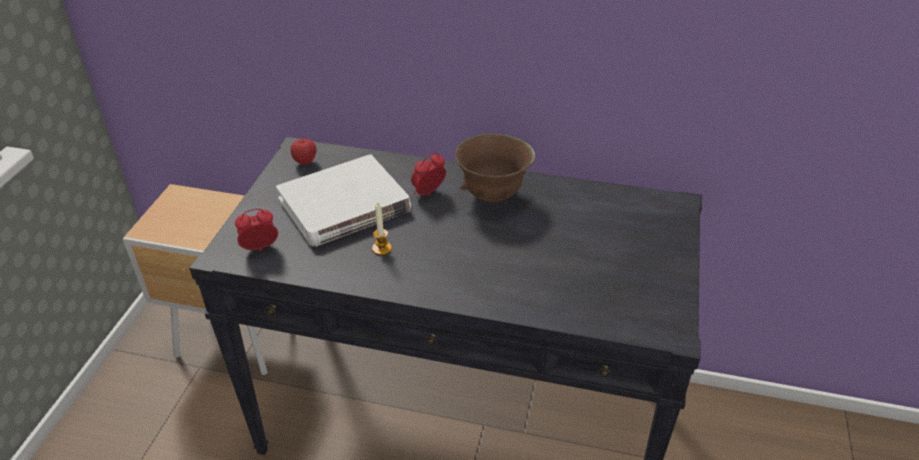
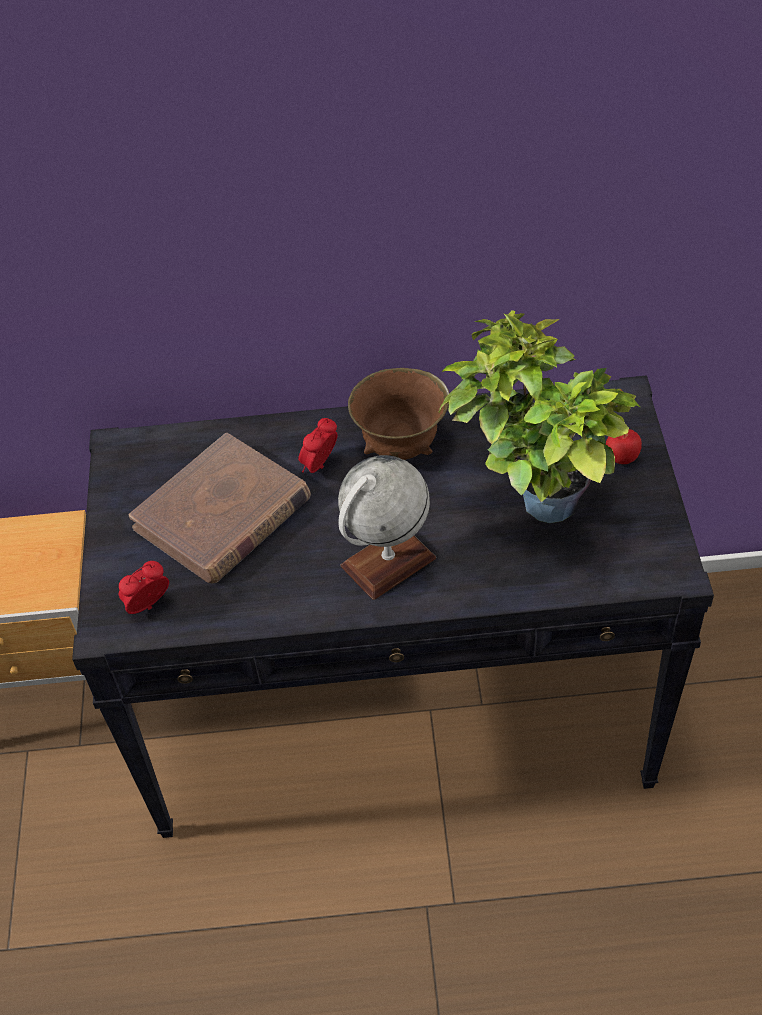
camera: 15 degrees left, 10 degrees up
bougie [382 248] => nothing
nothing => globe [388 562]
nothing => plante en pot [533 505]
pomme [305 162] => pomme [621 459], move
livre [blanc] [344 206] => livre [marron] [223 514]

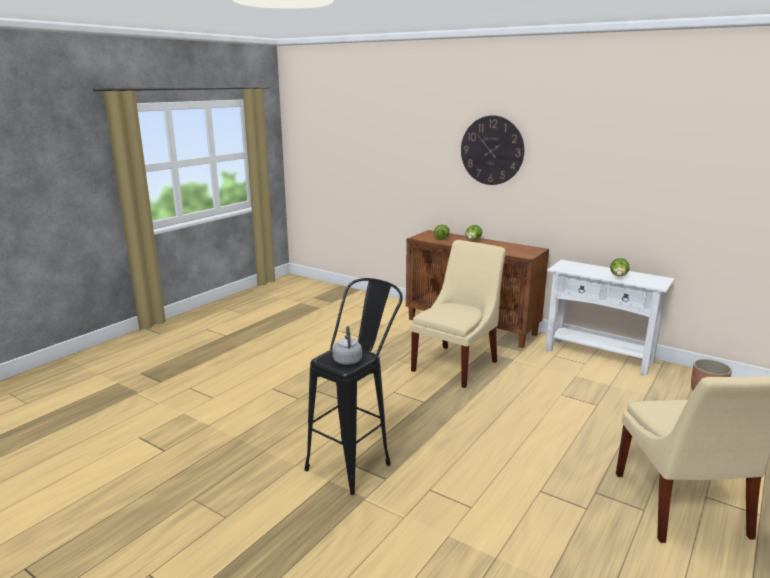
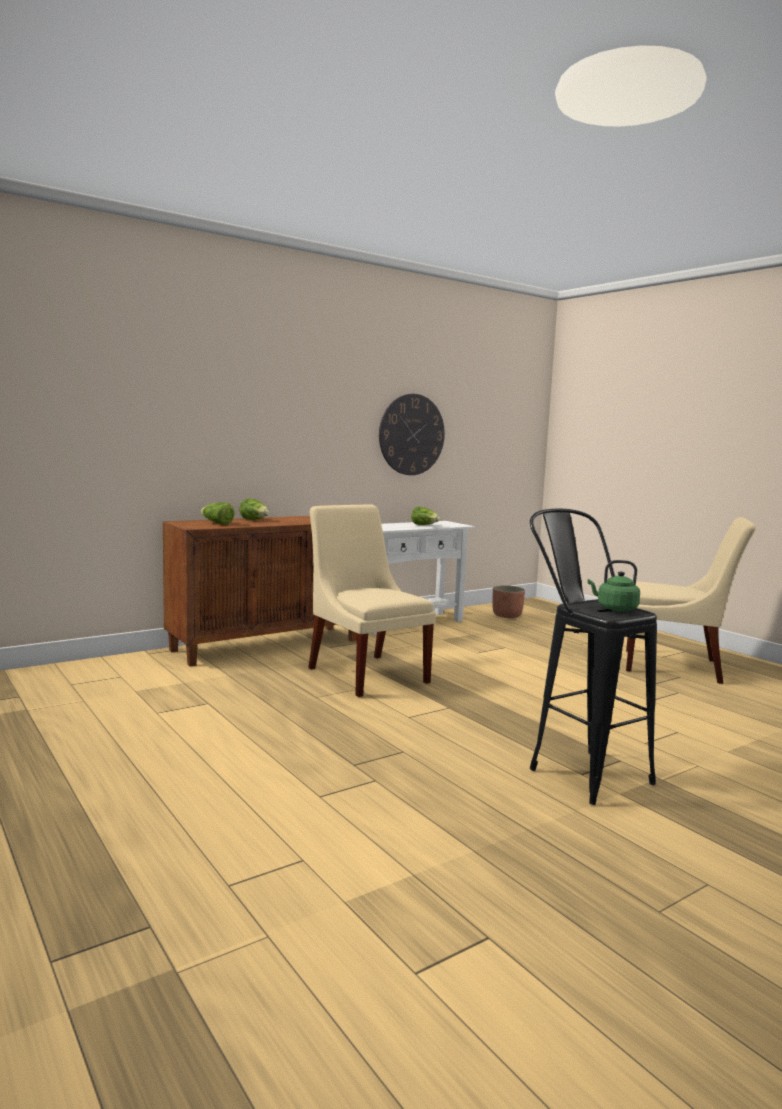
camera: 70 degrees left, 10 degrees down
horloge murale [492 150] => horloge murale [411 434], move
bouilloire [gris] [347 360] => bouilloire [vert] [614 608]

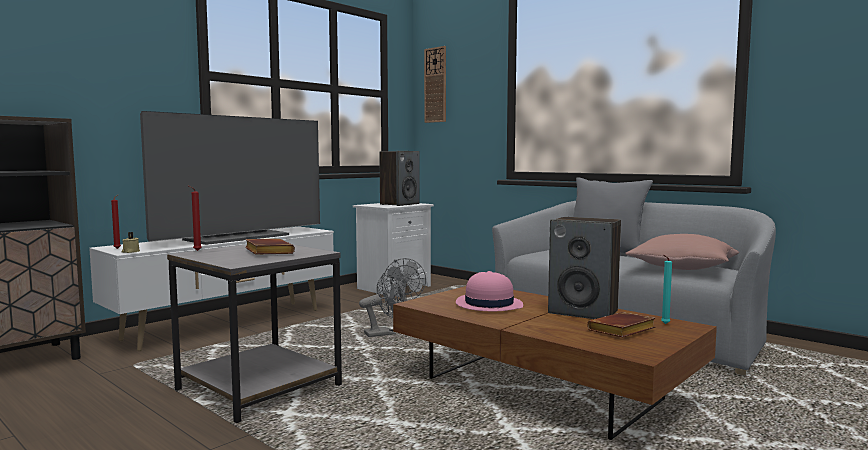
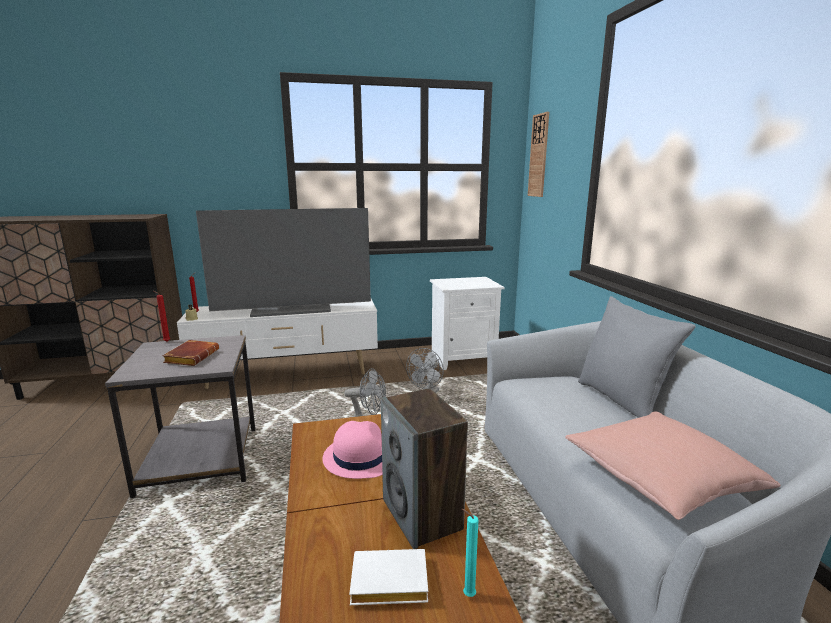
camera: 35 degrees right, 10 degrees up
enceinte [399 204] => nothing
livre [marron] [621 331] => livre [blanc] [387 584]

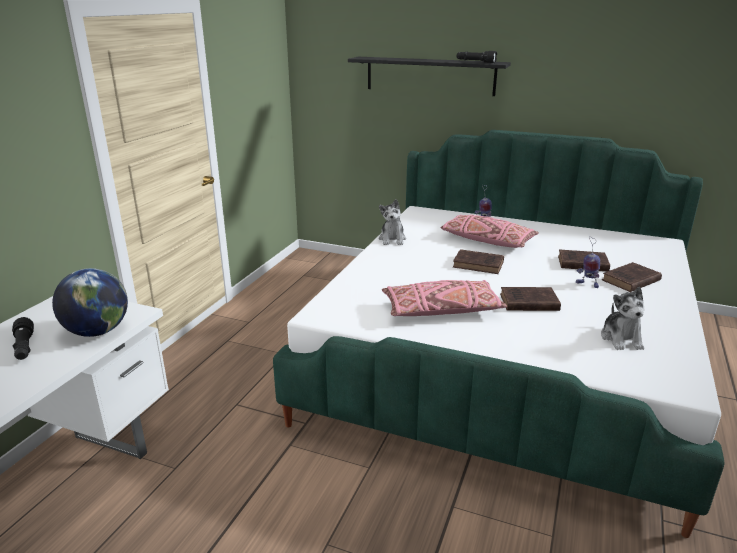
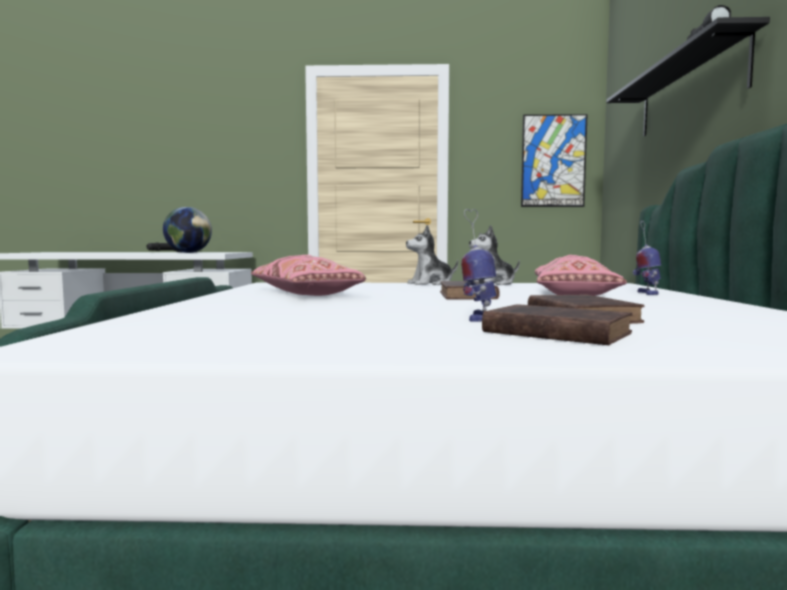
camera: 70 degrees right, 20 degrees down
livre [marron] [527 302] => nothing
nothing => tableau [553 161]
peluche [621 338] => peluche [431 284], move

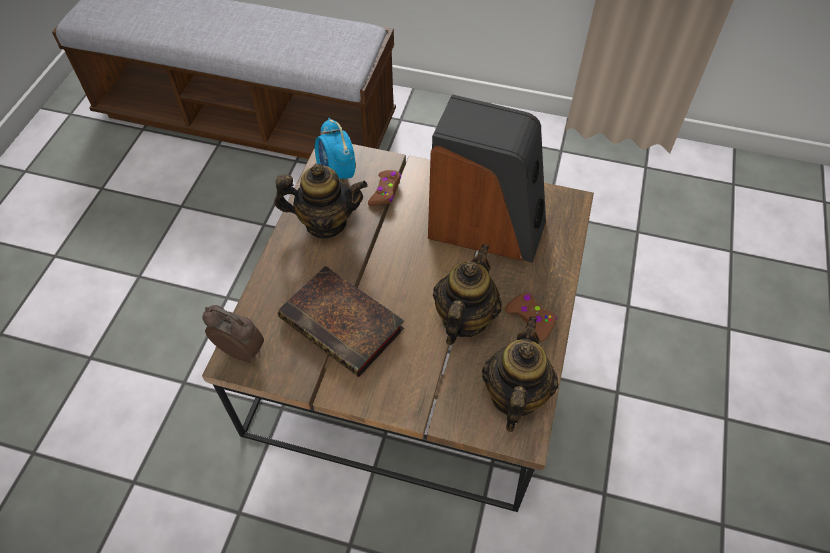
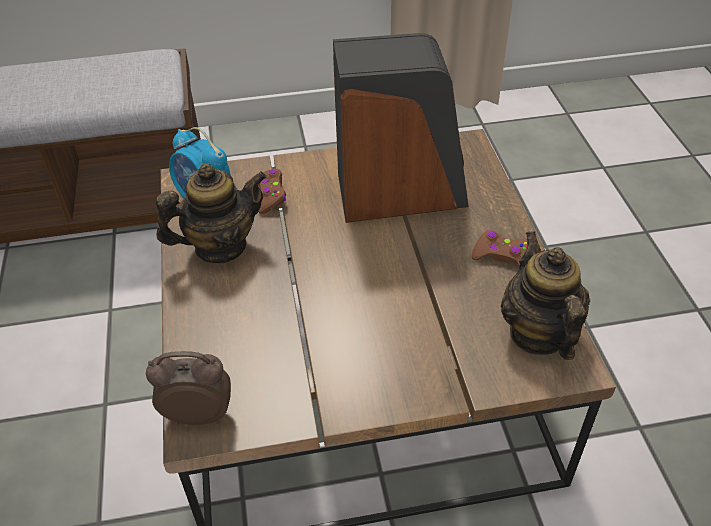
camera: 25 degrees left, 10 degrees down
livre [345 325] => nothing
théière [464 318] => nothing

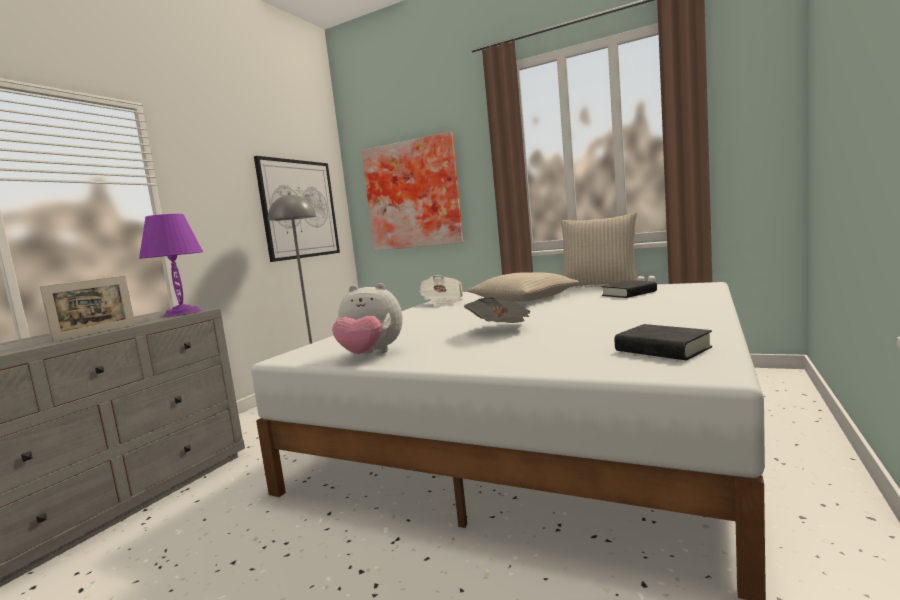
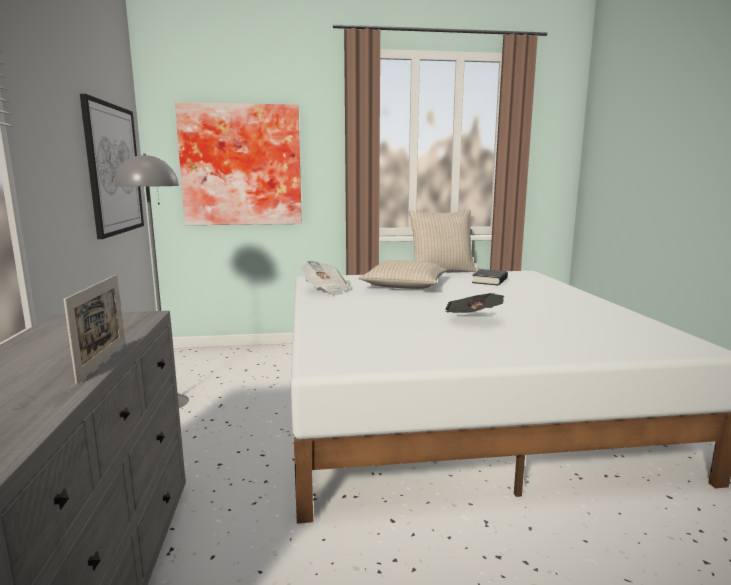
camera: 35 degrees left, 5 degrees up
lampe de table [violet] [182 313] => nothing
peluche [371 355] => nothing
livre [noir] [662 349] => nothing

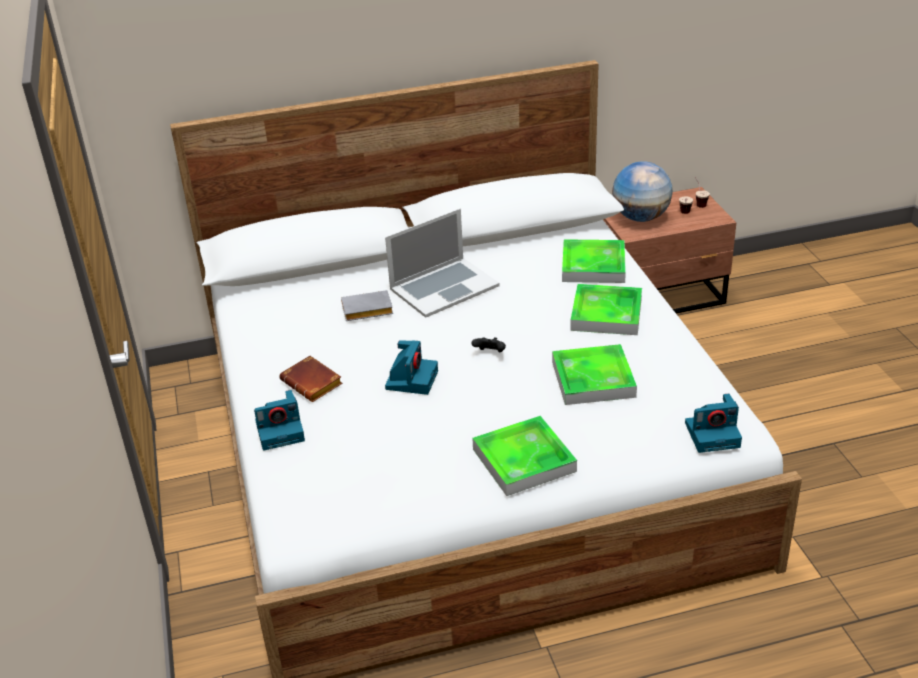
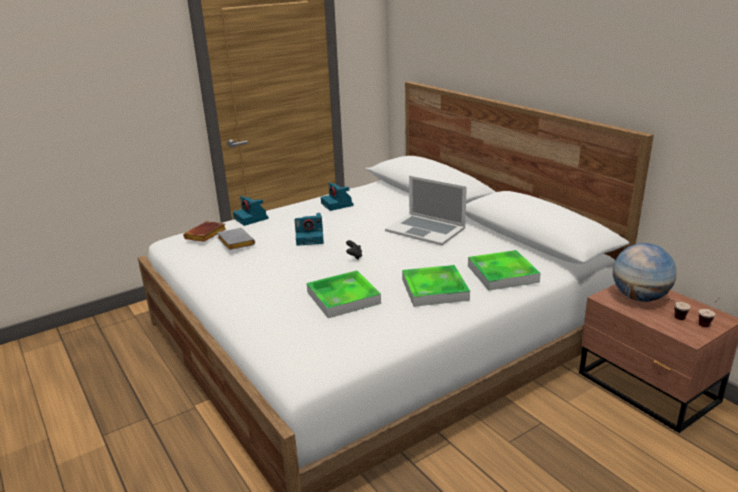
camera: 70 degrees right, 10 degrees down
plateau [524 460] => nothing
livre [marron] [314 383] => livre [marron] [205 235], move
livre [gris] [366 311] => livre [gris] [234 242], move
appareil photo [713 434] => appareil photo [337 205], move

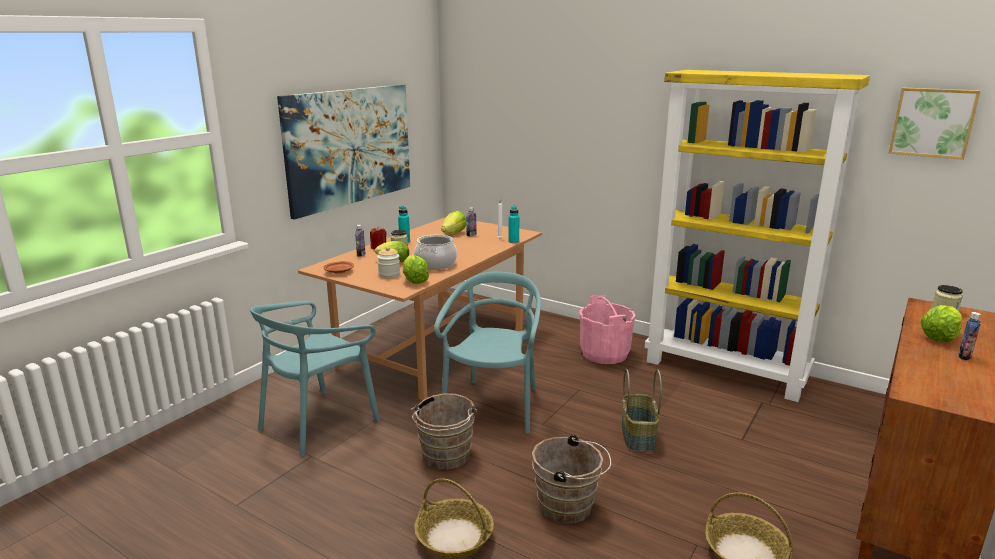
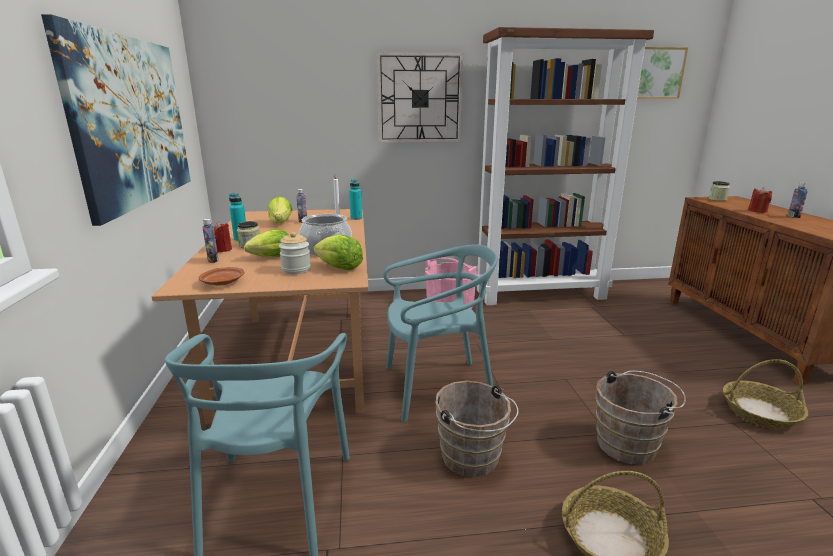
camera: 40 degrees left, 0 degrees up
panier [639 436] => nothing
nothing => horloge murale [419 98]
laitue [940 337] => bougie [rouge] [757 211]
bibliothèque [jaune] [726 370] => bibliothèque [marron] [540 294]
chaise [turquoise] [493 406] => chaise [turquoise] [436 387], 105 degrees clockwise

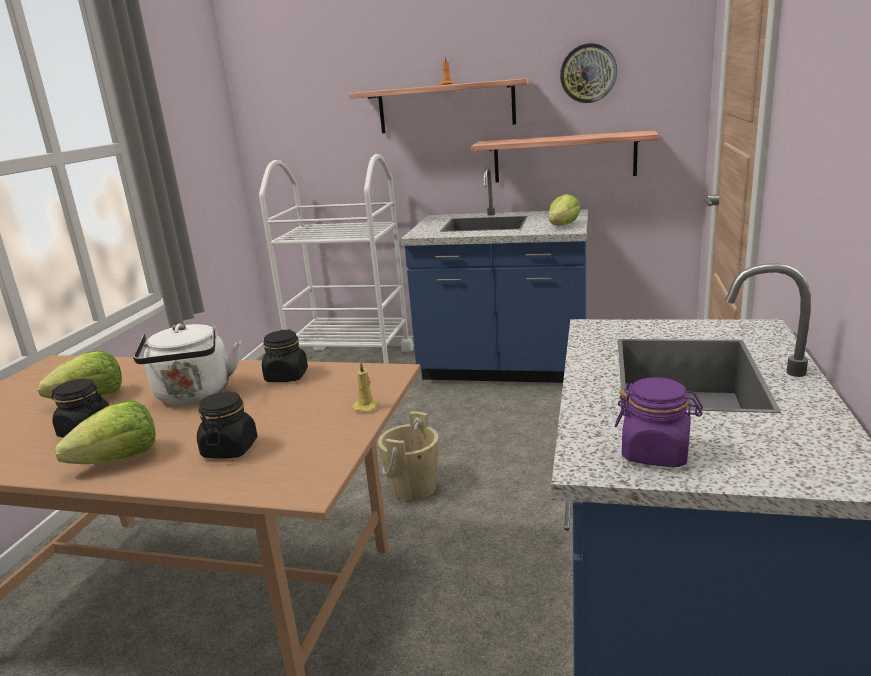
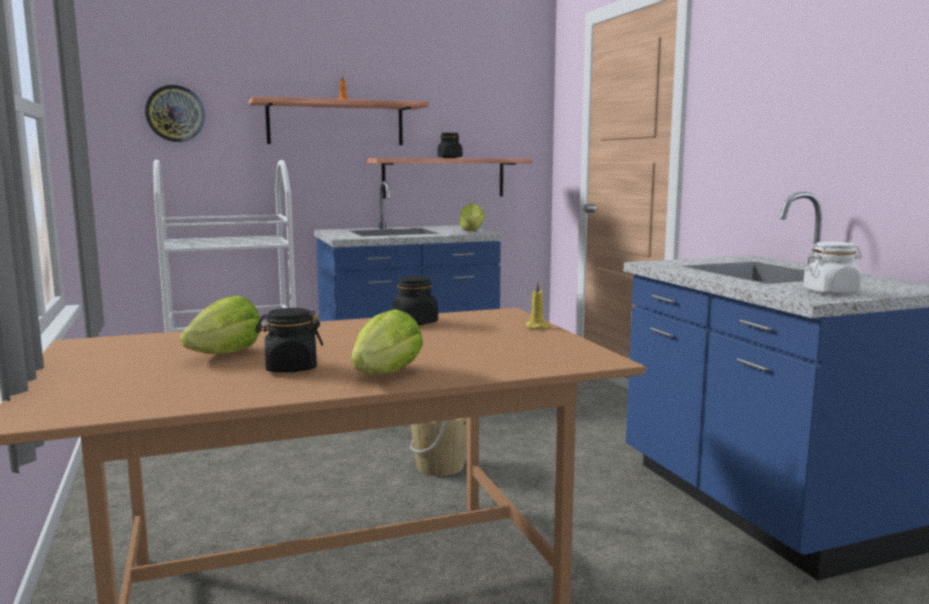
camera: 35 degrees left, 10 degrees down
bouilloire [blanc] [194 395] => nothing
bocal [noir] [230 448] => bocal [noir] [449 158], move
horloge murale [588 73] => horloge murale [175 113], move
bocal [violet] [656 453] => bocal [blanc] [831 292]

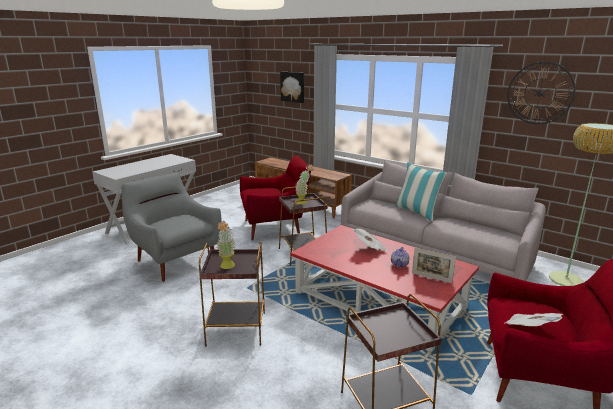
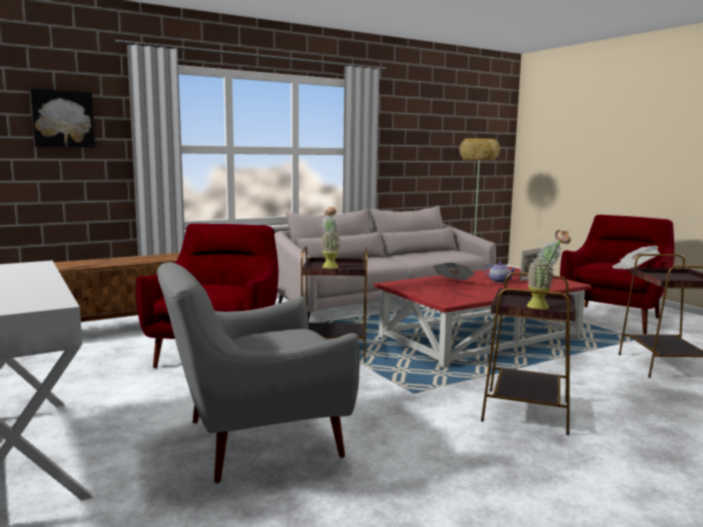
camera: 70 degrees left, 10 degrees down
coussin [417 212] => nothing
horloge murale [540 93] => nothing

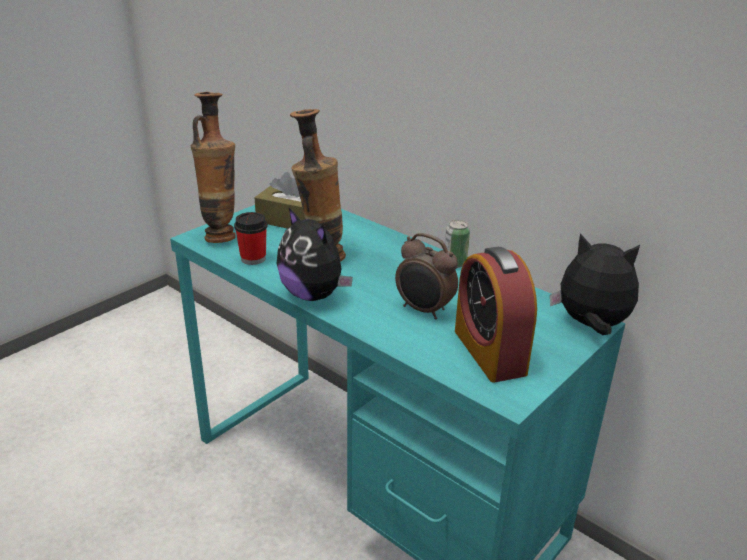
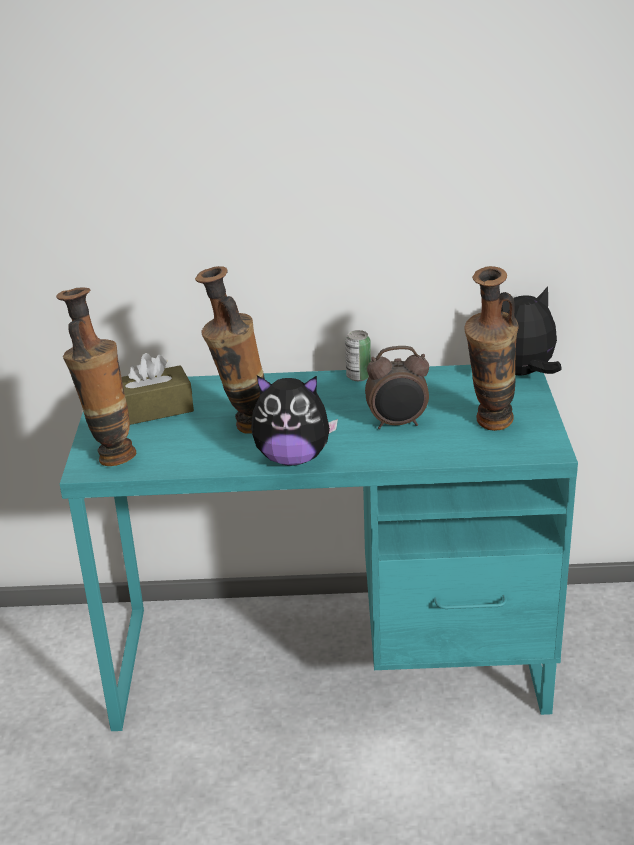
camera: 40 degrees left, 0 degrees up
tasse [253 258] => nothing
réveil [489 352] => vase [489 427]

